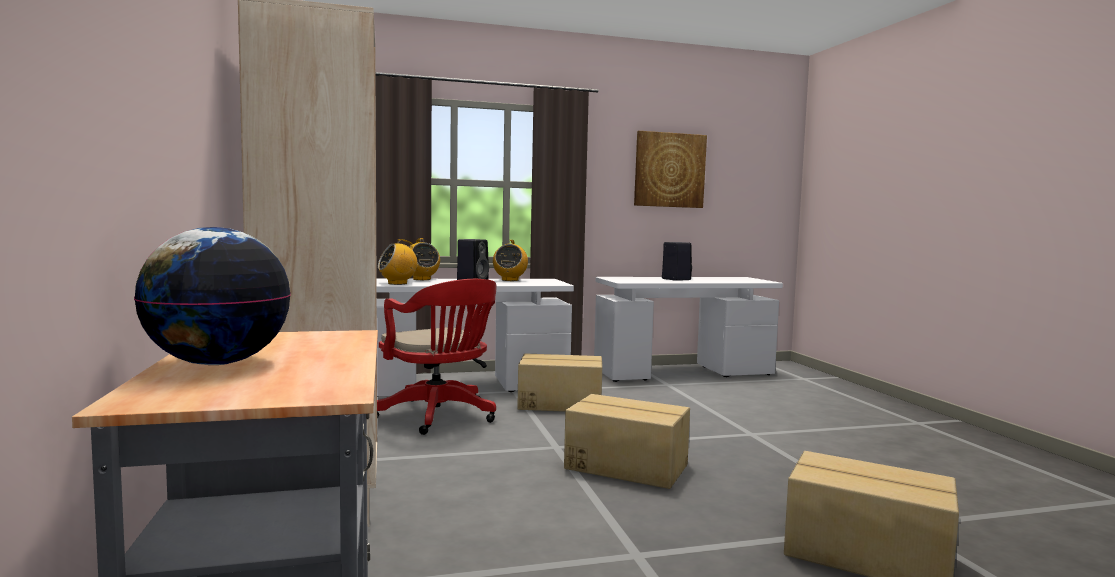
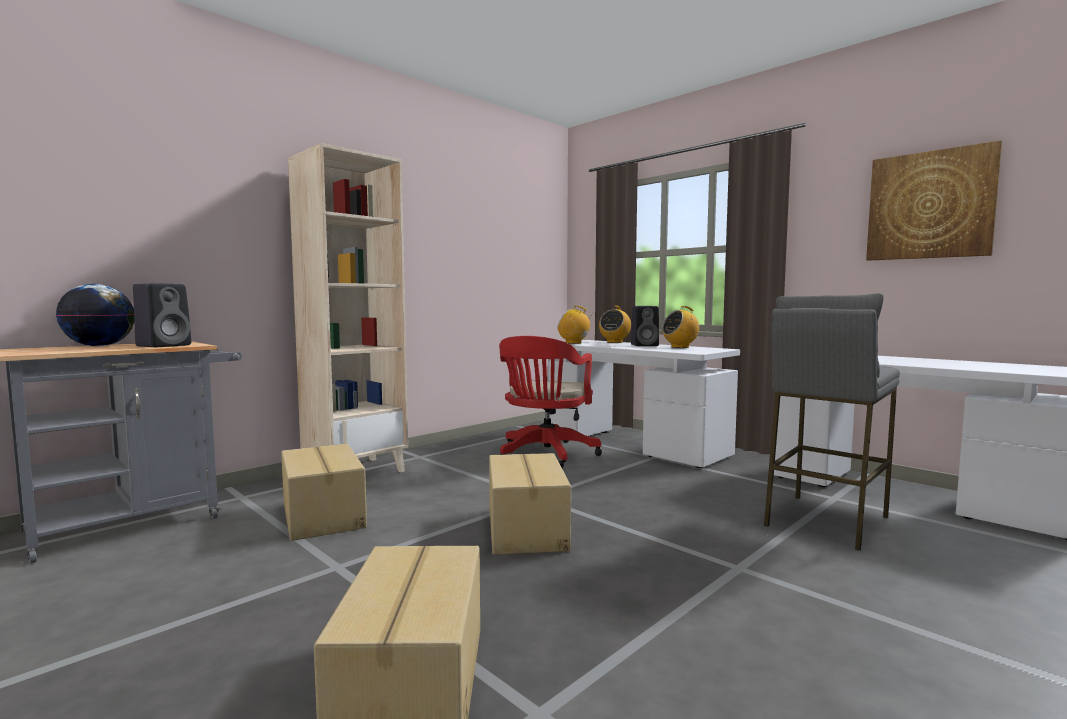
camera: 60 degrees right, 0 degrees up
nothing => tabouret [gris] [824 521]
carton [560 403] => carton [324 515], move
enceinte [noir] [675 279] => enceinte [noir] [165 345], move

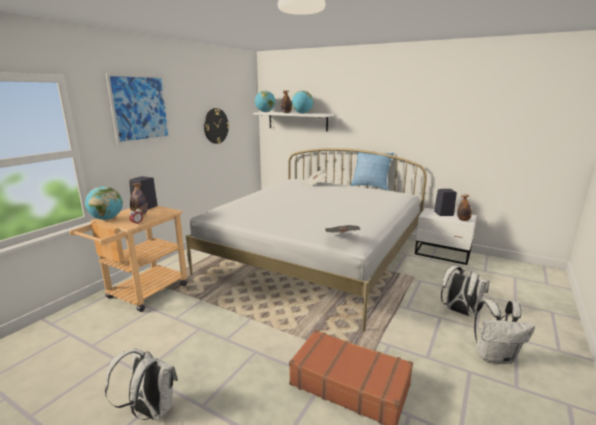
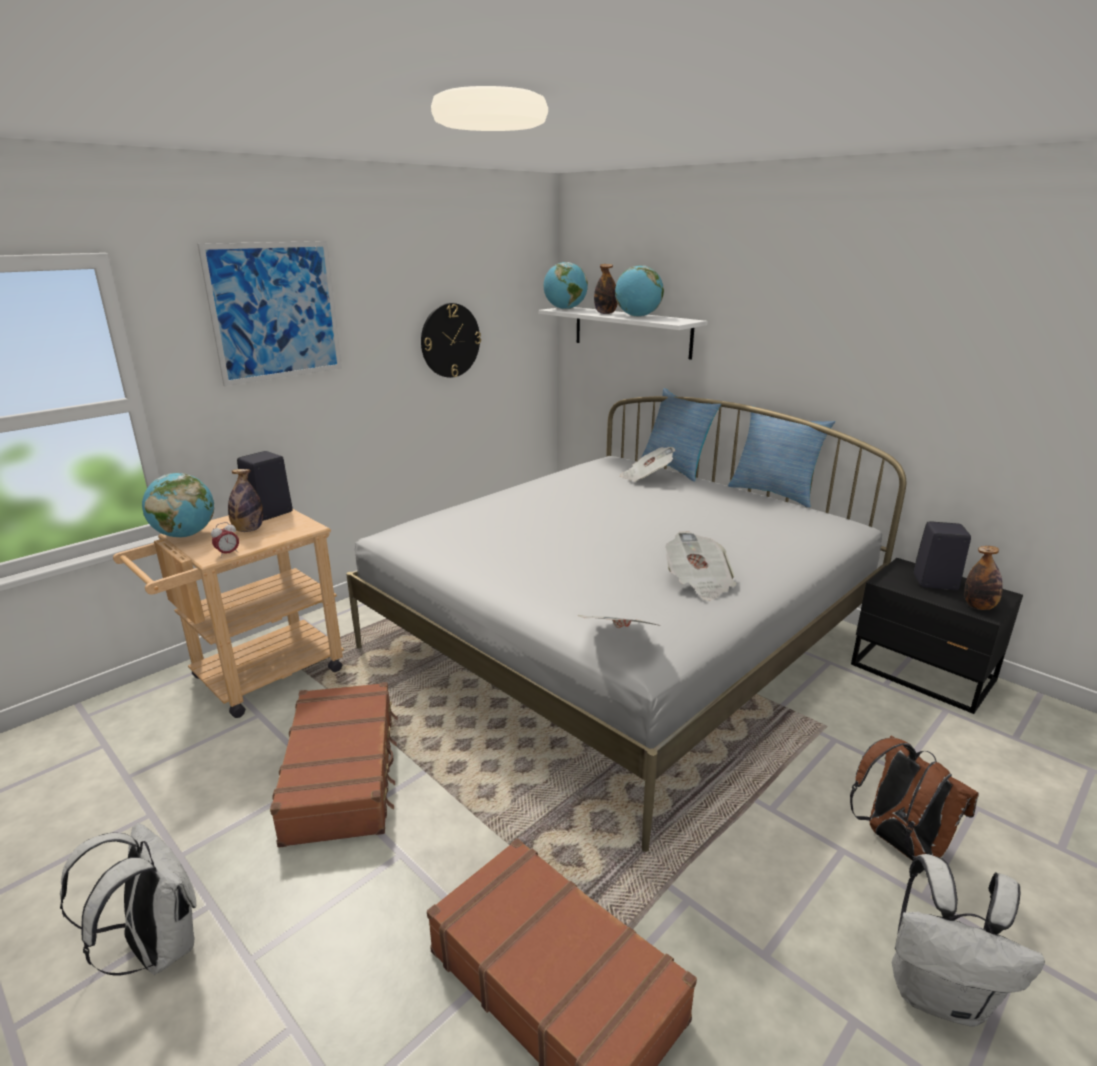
camera: 15 degrees right, 5 degrees up
nothing => valise [marron] [343 774]
nothing => coussin [676 468]
nothing => journal [698 583]
table de chevet [blanc] [443 254] => table de chevet [noir] [923 674]
sac à dos [blanc] [459 311] => sac à dos [marron] [898 844]

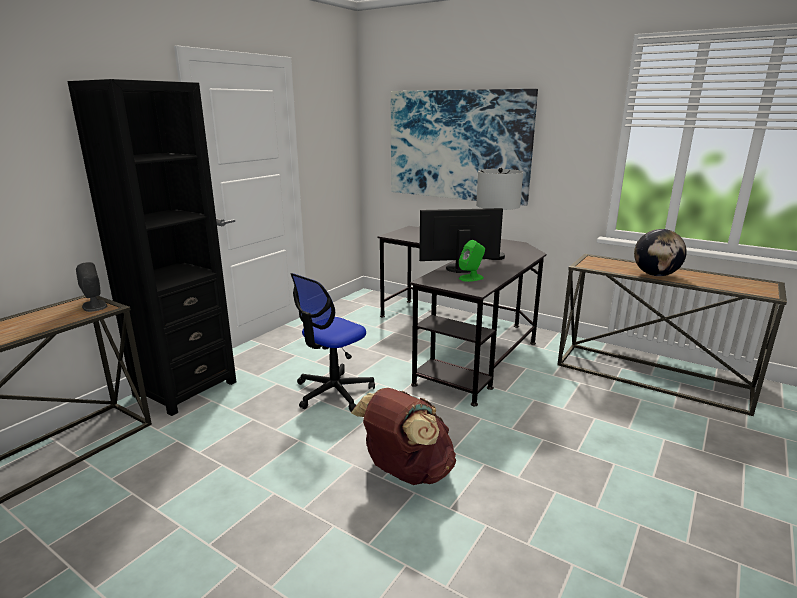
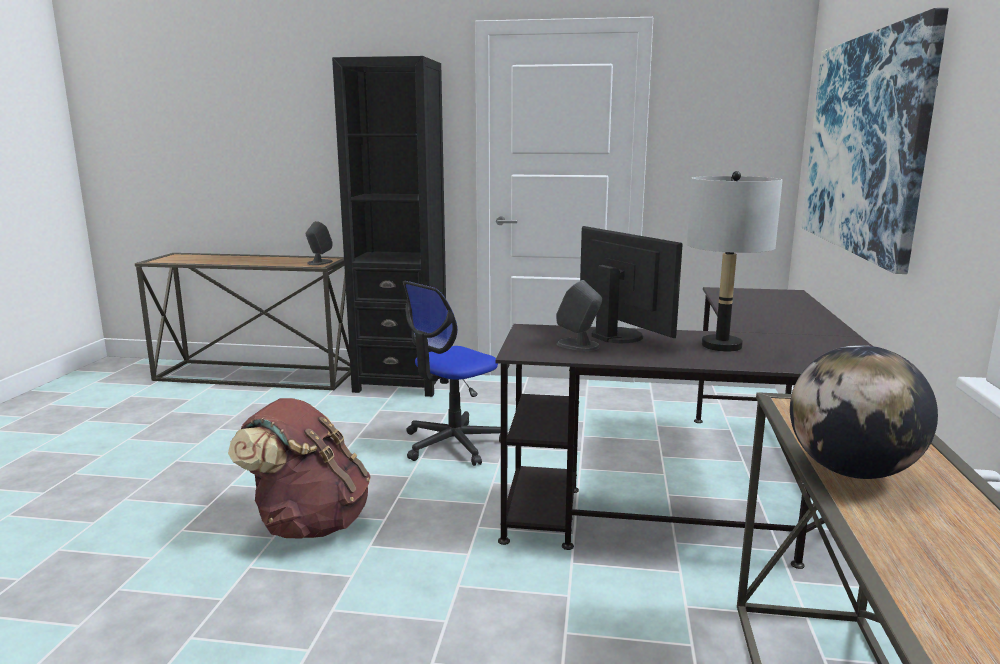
camera: 65 degrees right, 5 degrees down
enceinte [vert] [471 278] => enceinte [gris] [578 345]
chaise de bureau [333 392] => chaise de bureau [453 444], 60 degrees counterclockwise

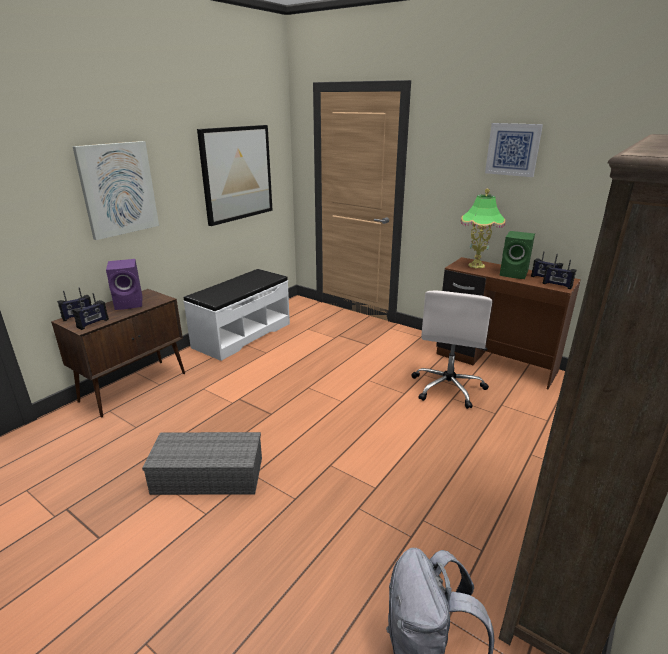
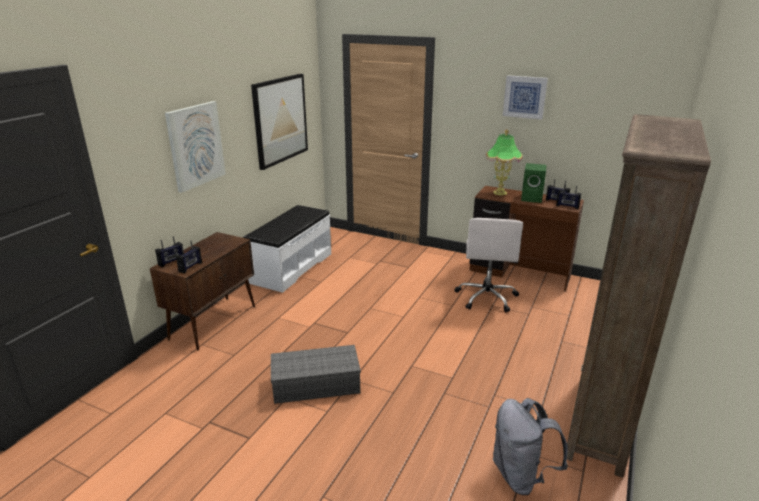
camera: 10 degrees left, 0 degrees up
enceinte [violet] [130 303] => nothing

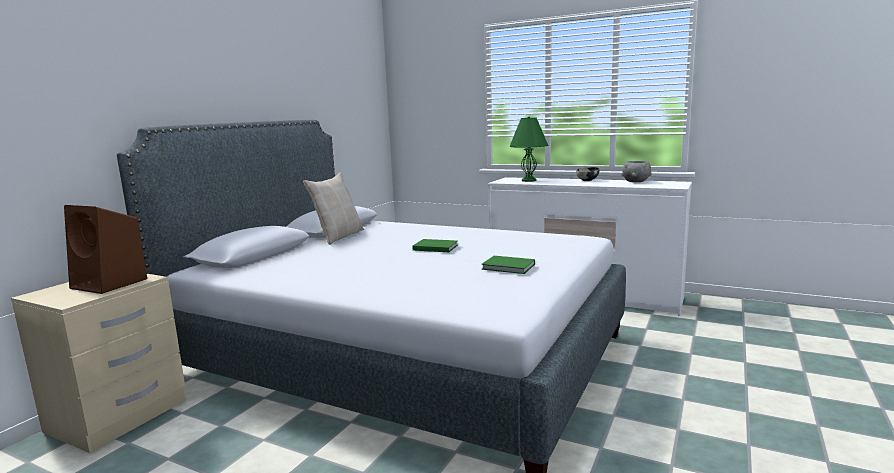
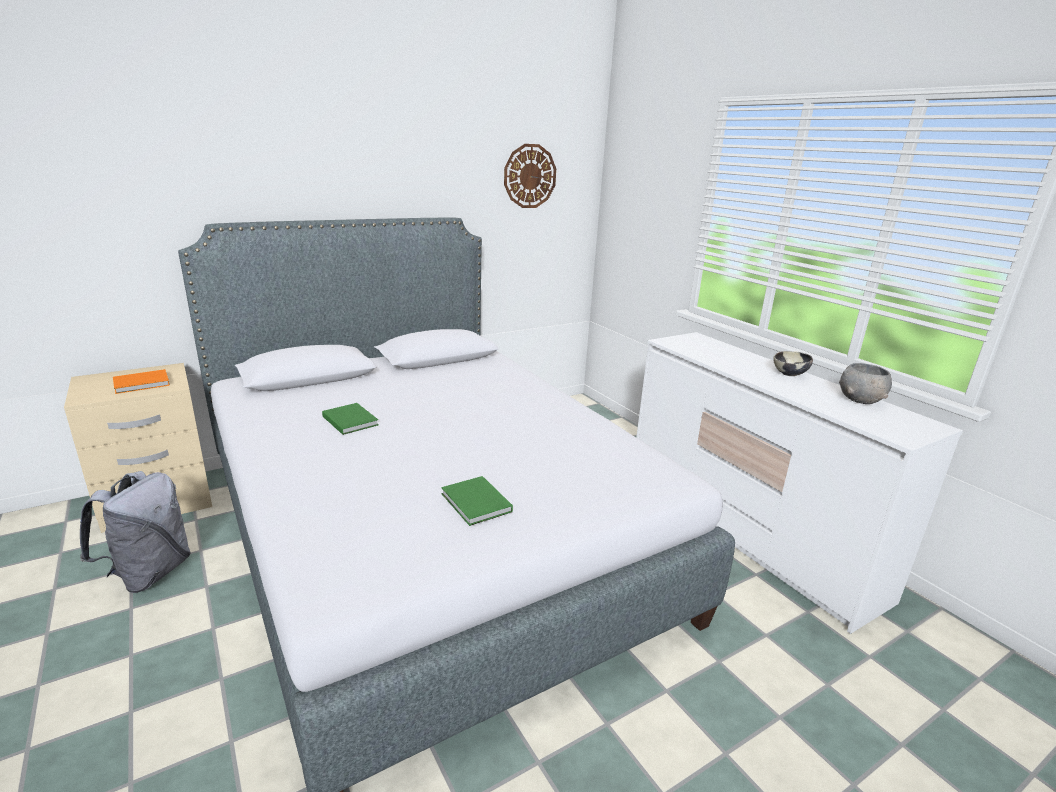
camera: 30 degrees right, 10 degrees up
coussin [beige] [338 236] => nothing
lampe de table [vert] [528 180] => nothing
nothing => sac à dos [gris] [150 573]
nothing => horloge murale [529 176]
livre [vert] [434 247] => livre [vert] [350 420], move
enceinte [marron] [111 283] => livre [orange] [143 383]

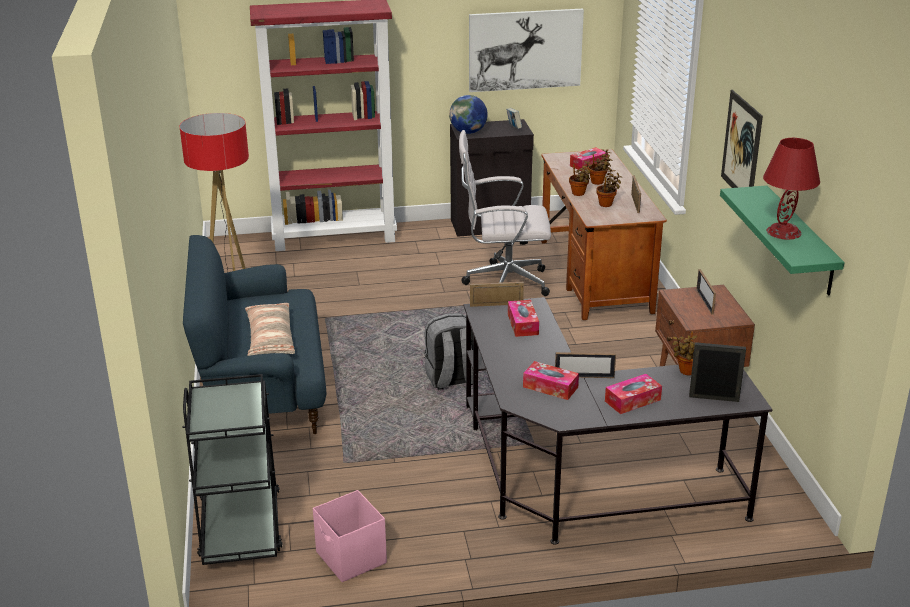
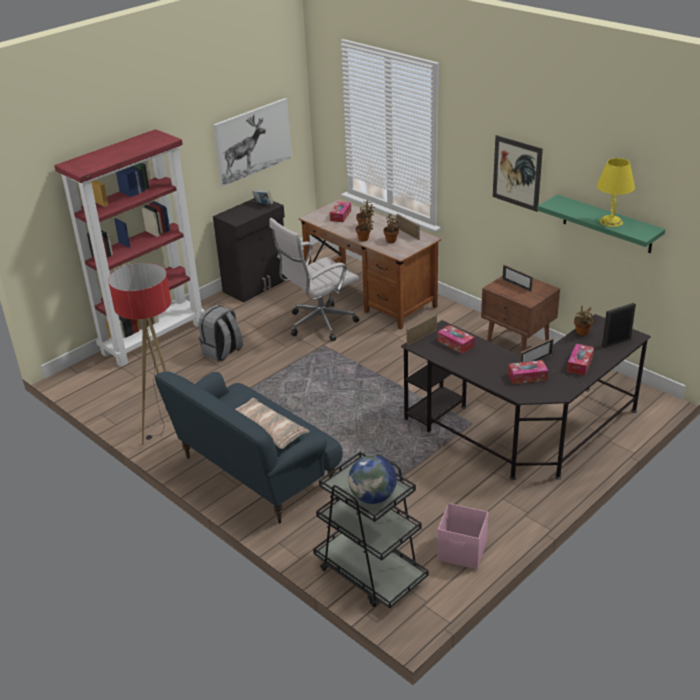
camera: 35 degrees left, 5 degrees up
sac à dos [gris] [451 380] => sac à dos [gris] [222 352], move
globe [468 132] => globe [373 497], move
lampe de table [rouge] [784 232] => lampe de table [jaune] [611 222]

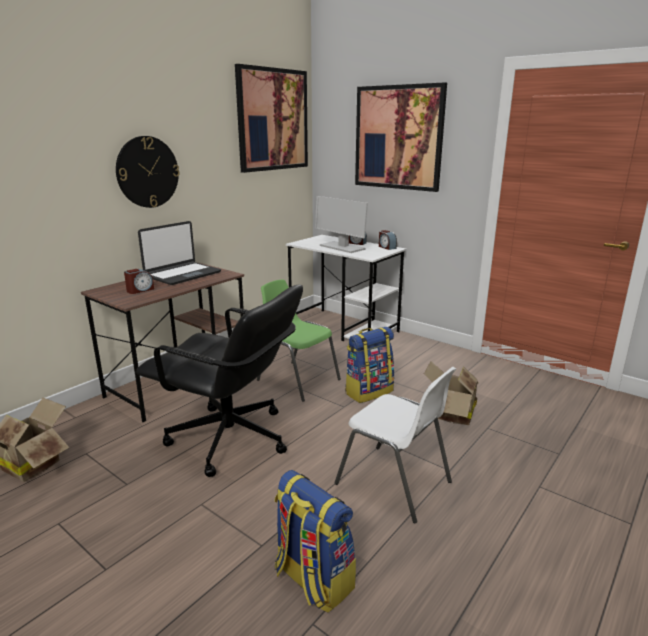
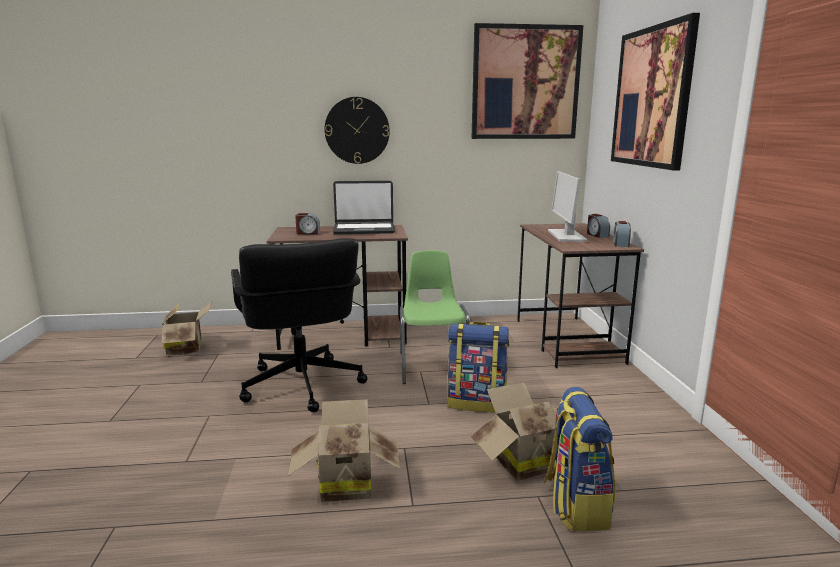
camera: 45 degrees right, 5 degrees down
sac à dos [312 579] => sac à dos [575 504], move
chaise [blanc] [395 483] => carton [344 483]
bureau [blanc] [344 328] => bureau [marron] [567 340]

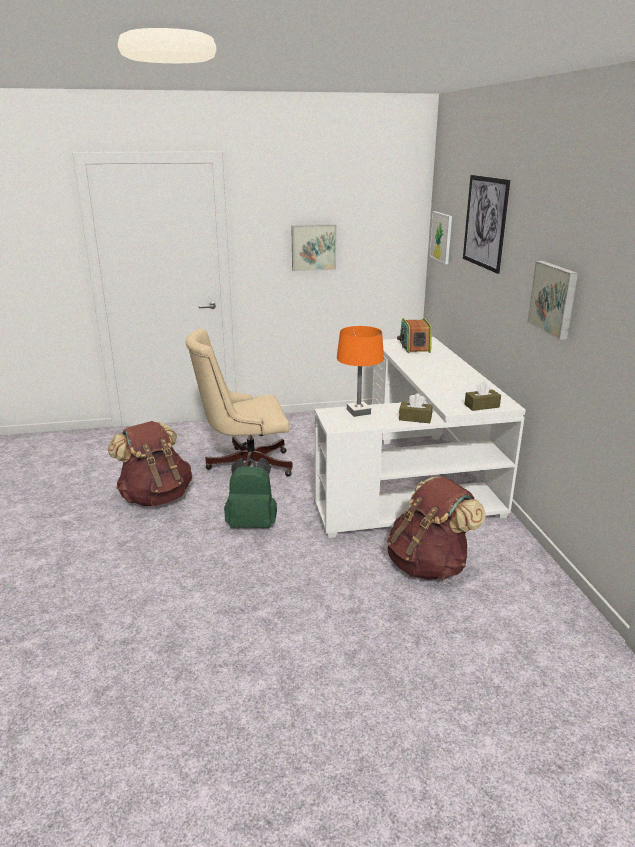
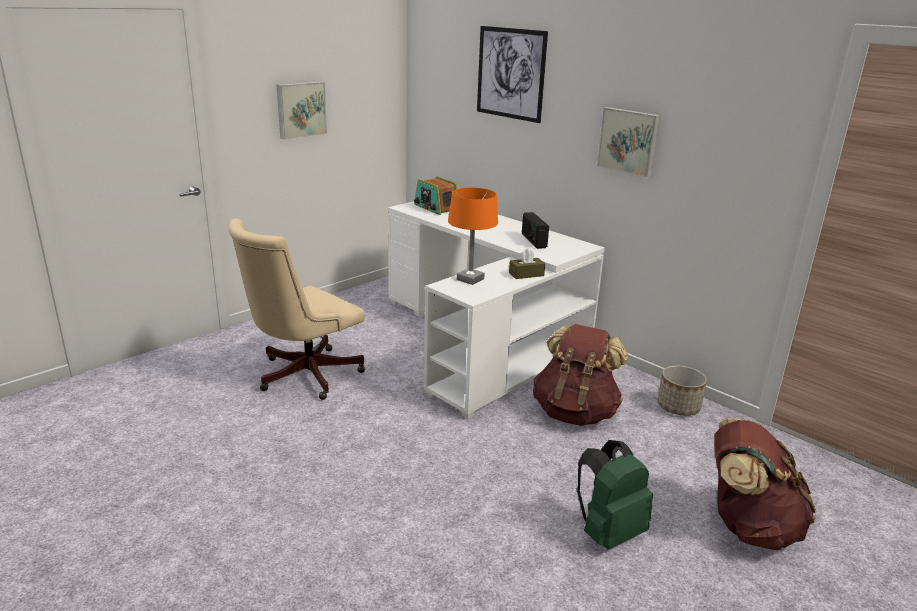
camera: 35 degrees left, 0 degrees up
tableau [441 237] => nothing
boîte à mouchoirs [marron] [481 406] => nothing
nothing => radio [533 241]
nothing => cache-pot [678 407]
sac à dos [marron] [156 497] => sac à dos [marron] [747 526], move
sac à dos [vert] [252 523] => sac à dos [vert] [608 532], move

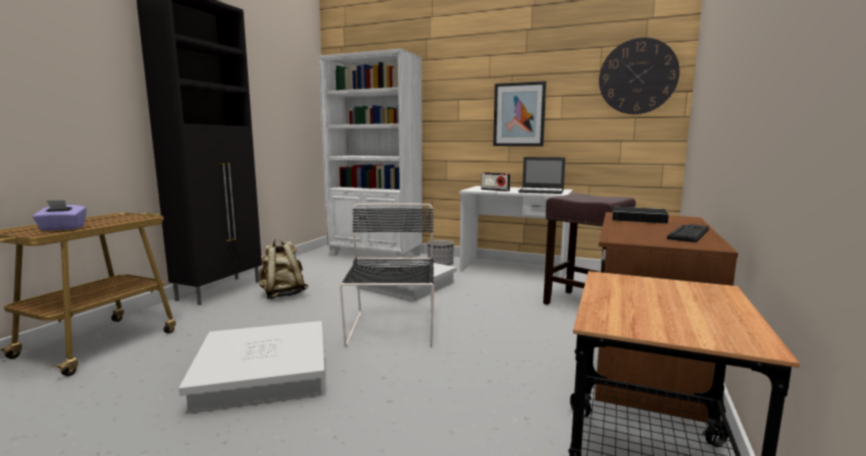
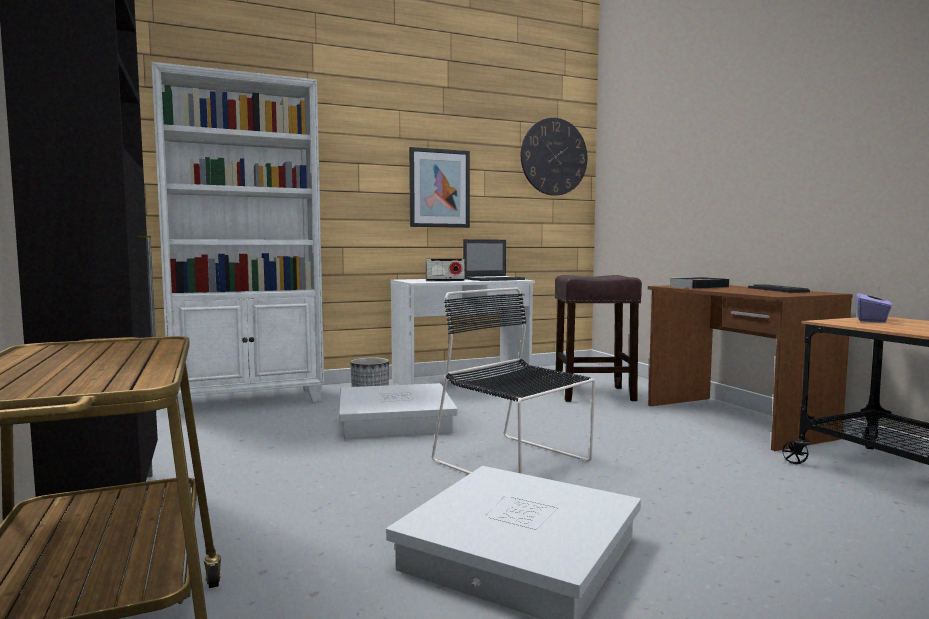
camera: 45 degrees left, 5 degrees down
sac à dos [beige] [283 295] => nothing
boîte à mouchoirs [violet] [62 228] => boîte à mouchoirs [violet] [872 320], move

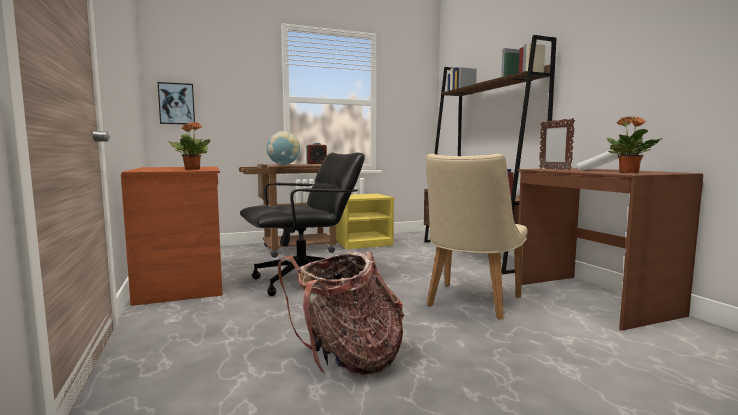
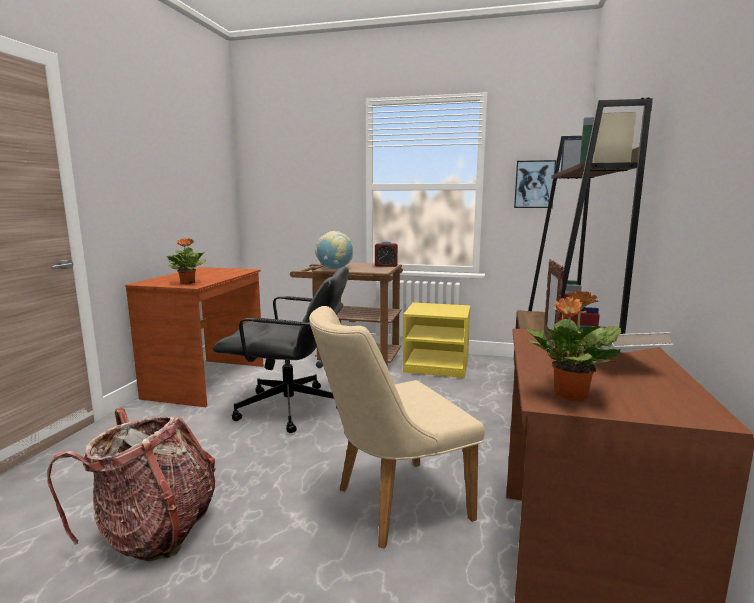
camera: 35 degrees right, 5 degrees up
tableau [176 103] => tableau [534 184], move

